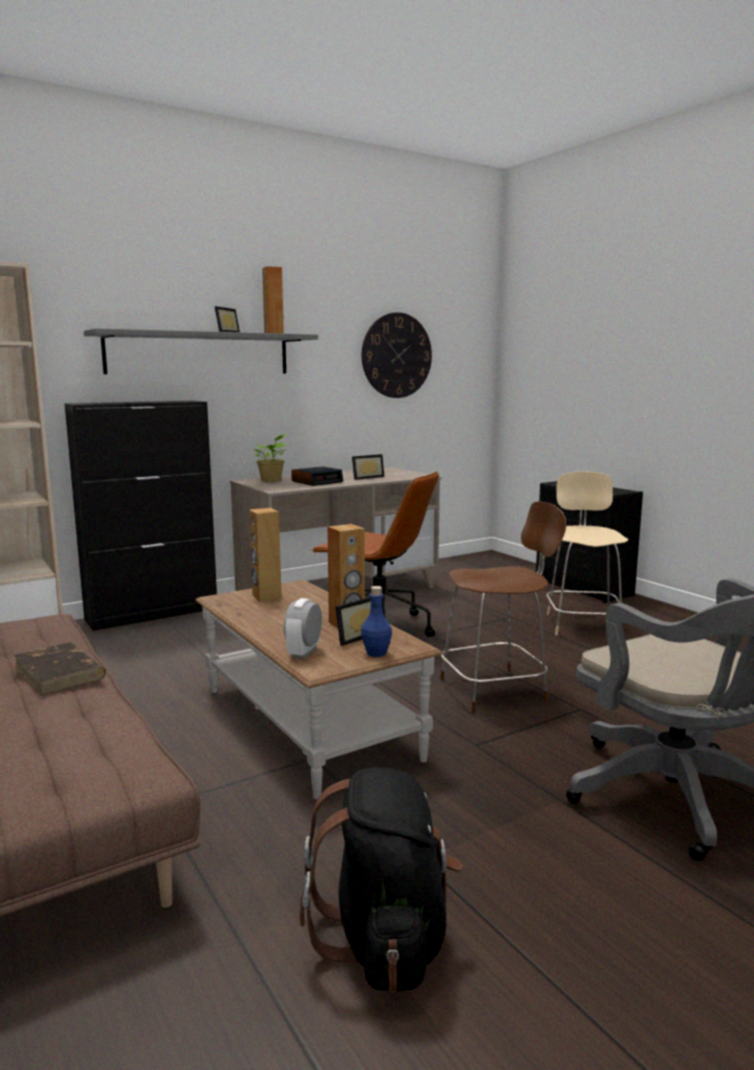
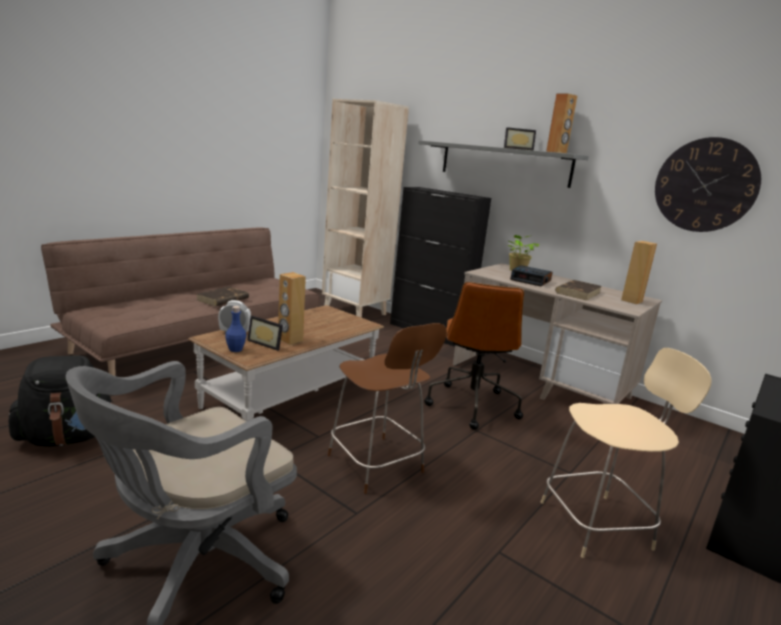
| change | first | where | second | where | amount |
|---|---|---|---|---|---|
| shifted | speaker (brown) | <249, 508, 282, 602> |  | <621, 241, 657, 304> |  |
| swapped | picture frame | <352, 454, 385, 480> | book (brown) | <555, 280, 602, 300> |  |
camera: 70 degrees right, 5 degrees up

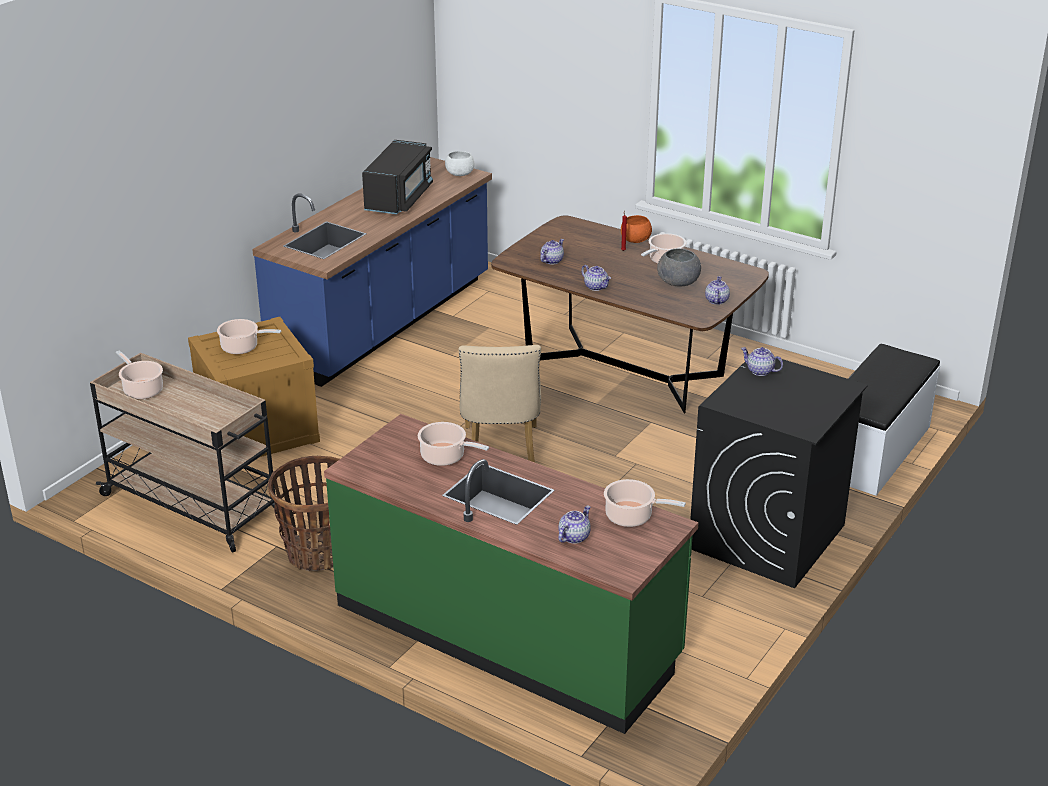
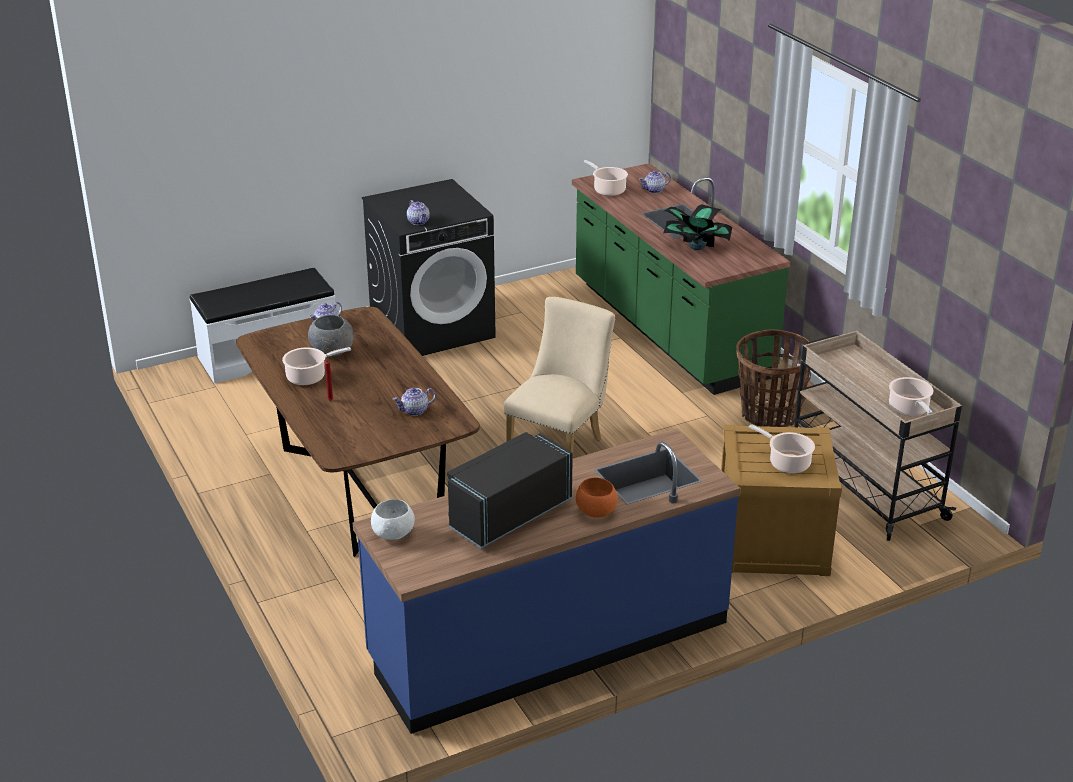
| change | first | where | second | where | amount |
|---|---|---|---|---|---|
| swapped | cooking pot | <418, 422, 489, 466> | potted plant | <663, 204, 732, 250> |  |
| gone | teapot | <581, 265, 611, 291> |  |  |  |
| shifted | bowl (orange) | <621, 215, 652, 243> |  | <576, 477, 618, 517> |  |
camera: 150 degrees left, 0 degrees up

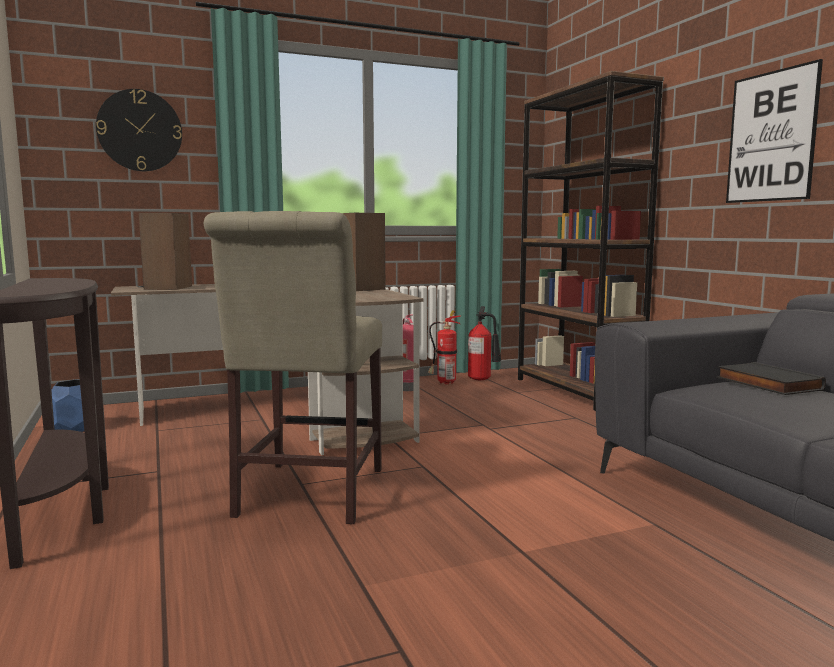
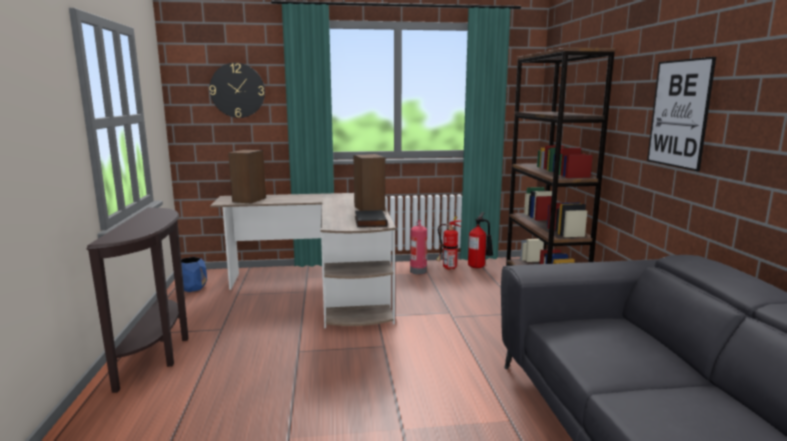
| change | first | where | second | where | amount |
|---|---|---|---|---|---|
| gone | chair (beige) | <204, 211, 382, 524> |  |  |  |
| shifted | book (black) | <716, 362, 826, 395> |  | <355, 210, 388, 227> |  |
camera: 15 degrees right, 5 degrees up

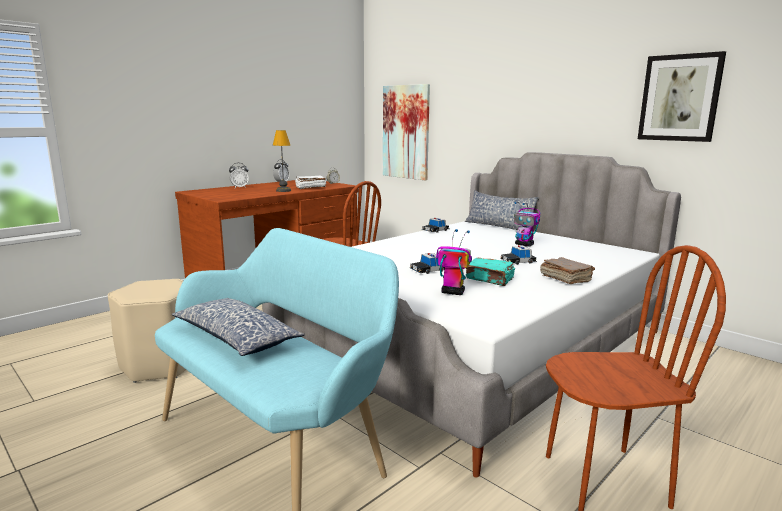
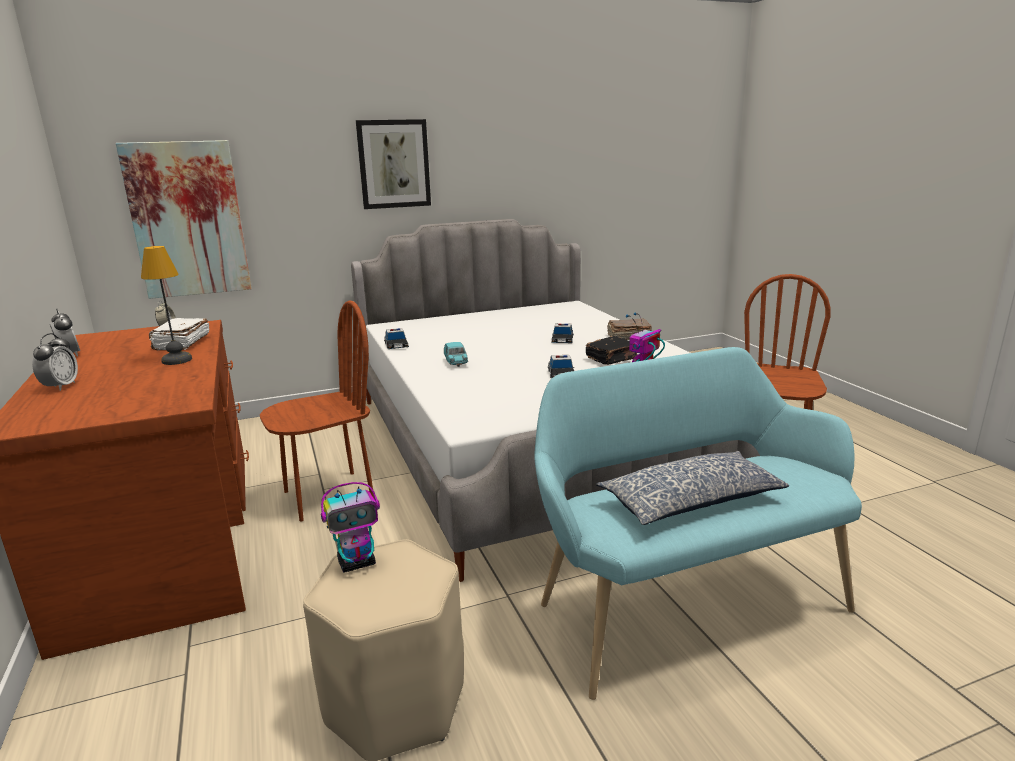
| change | first | where | second | where | amount |
|---|---|---|---|---|---|
| gone | pillow | <465, 190, 539, 230> |  |  |  |
| repainted | book (turquoise) | <466, 258, 515, 286> | book (black) | <586, 336, 638, 365> |  |
| shifted | toy robot | <514, 202, 540, 247> |  | <321, 482, 380, 572> |  |
| shifted | picture | <638, 51, 726, 142> |  | <356, 119, 431, 209> |  |
| new |  |  | toy car (turquoise) | <444, 342, 468, 367> |  |
camera: 65 degrees left, 5 degrees up

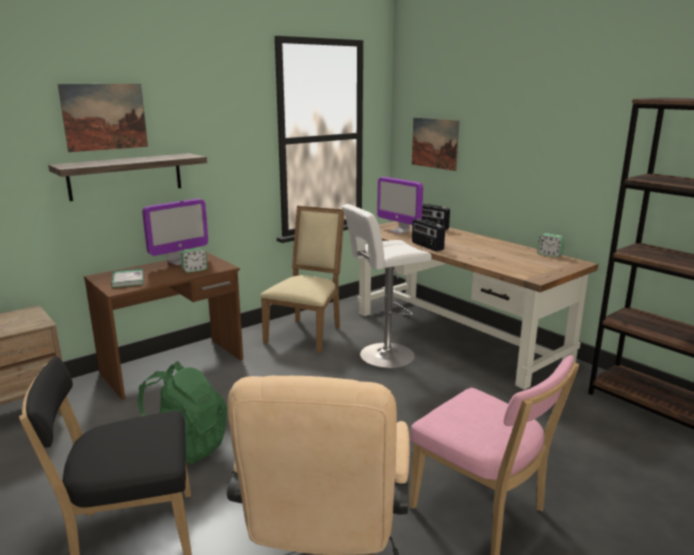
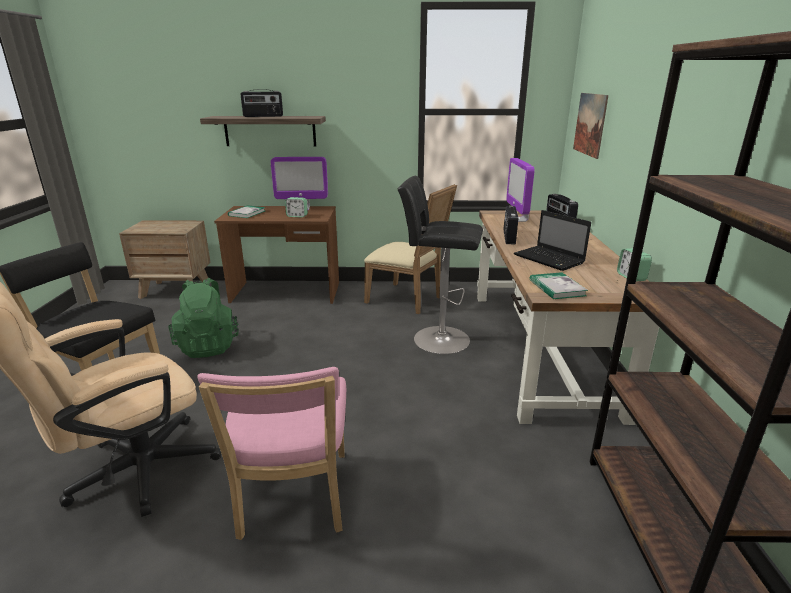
| change | first | where | second | where | amount |
|---|---|---|---|---|---|
| gone | picture | <58, 84, 148, 152> |  |  |  |
| rotated | chair (beige) | <260, 206, 345, 353> |  | <364, 184, 457, 314> | 60 degrees clockwise |
| repainted | stool (white) | <342, 204, 432, 368> | stool (black) | <397, 176, 483, 354> |  |
| new |  |  | radio | <240, 90, 283, 117> |  |
| new |  |  | laptop | <514, 210, 591, 271> |  |
| new |  |  | book | <530, 272, 588, 299> |  |
camera: 40 degrees right, 5 degrees up

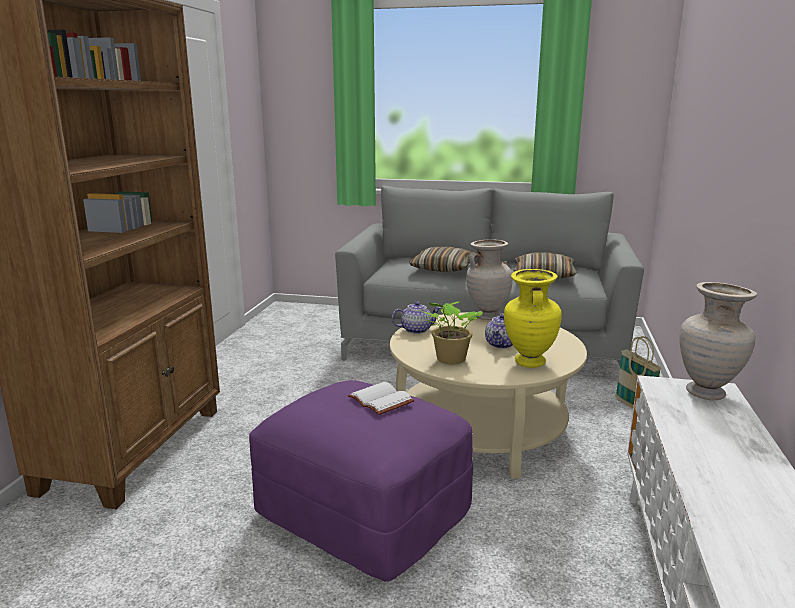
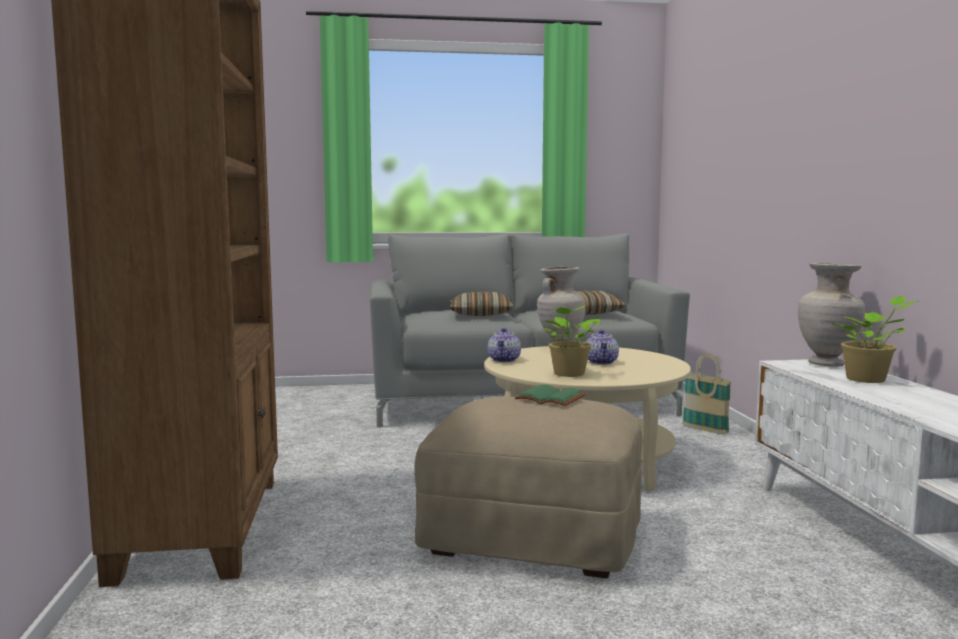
| change | first | where | second | where | amount |
|---|---|---|---|---|---|
| repainted | ottoman (purple) | <249, 380, 473, 582> | ottoman (beige) | <415, 397, 642, 579> |  |
| repainted | book (white) | <348, 382, 415, 415> | book (green) | <515, 385, 585, 406> |  |
| rotated | teapot | <392, 301, 441, 334> |  | <488, 328, 521, 362> | 135 degrees clockwise |
| gone | vase (yellow) | <504, 269, 562, 368> |  |  |  |
| new |  |  | potted plant | <830, 296, 918, 383> |  |
camera: 20 degrees left, 10 degrees down

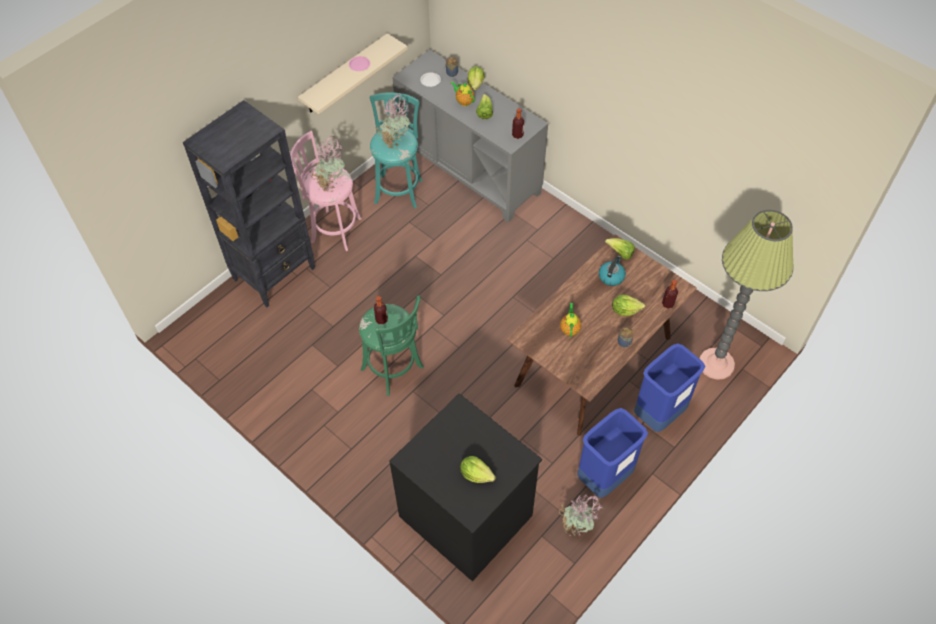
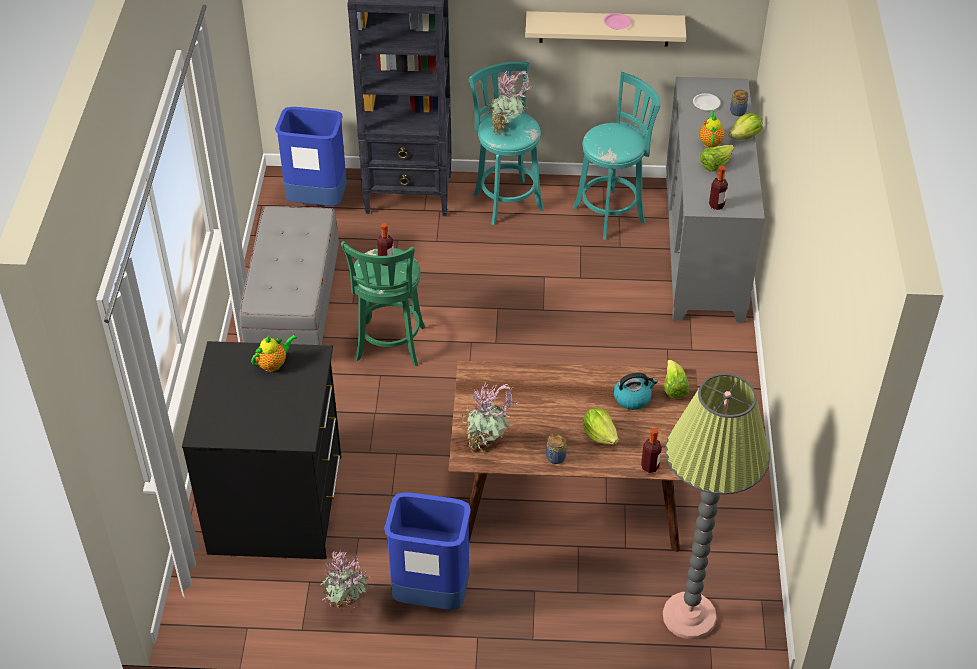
| change | first | where | second | where | amount |
|---|---|---|---|---|---|
| repainted | stool (pink) | <290, 131, 362, 251> | stool (turquoise) | <469, 62, 544, 225> |  |
| shifted | potted plant | <376, 94, 410, 149> |  | <461, 381, 519, 456> |  |
| gone | lettuce | <460, 456, 496, 483> |  |  |  |
| shifted | teapot | <560, 303, 581, 337> |  | <251, 335, 297, 372> |  |
| shifted | trash can (blue) | <634, 343, 705, 432> |  | <275, 107, 347, 206> |  |
| new |  |  | bench (grey) | <239, 206, 339, 345> |  |
camera: 50 degrees right, 10 degrees down

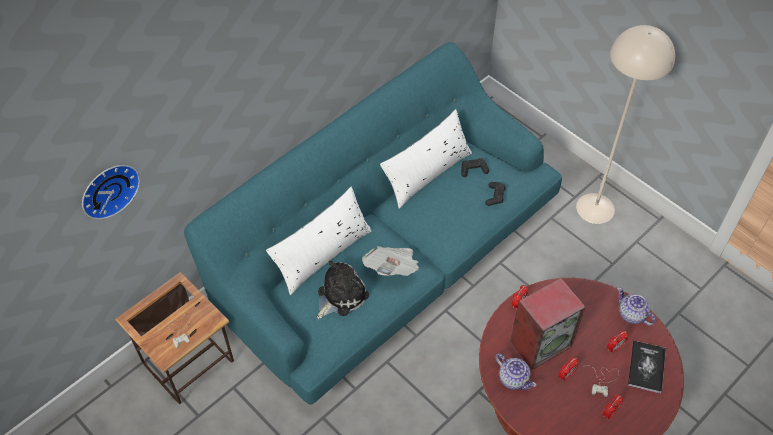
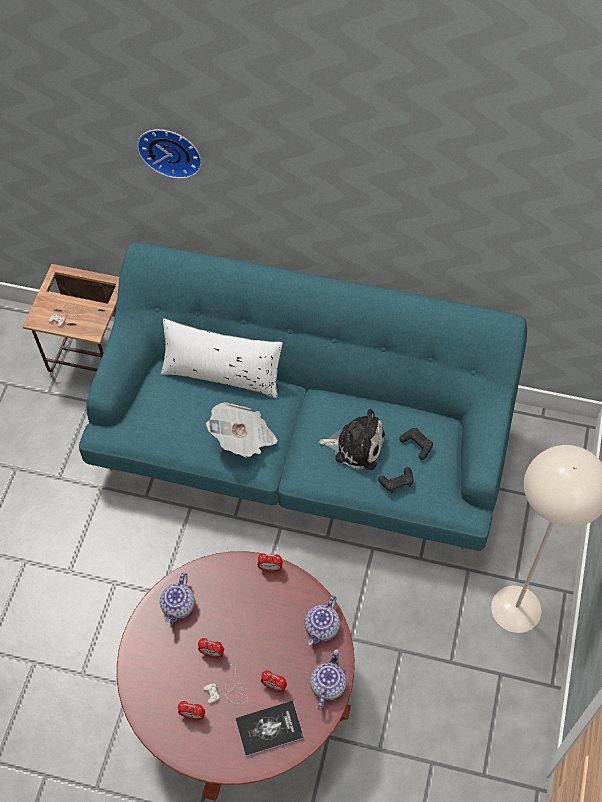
| change | first | where | second | where | amount |
|---|---|---|---|---|---|
| shifted | wall clock | <82, 165, 140, 220> |  | <137, 129, 202, 179> |  |
| shifted | plush toy | <317, 261, 369, 319> |  | <318, 409, 385, 470> |  |
| gone | pillow (white) | <380, 109, 472, 209> |  |  |  |
| gone | speaker | <510, 278, 586, 370> |  |  |  |
| new |  |  | teapot | <305, 595, 340, 645> |  |
camera: 60 degrees right, 5 degrees up

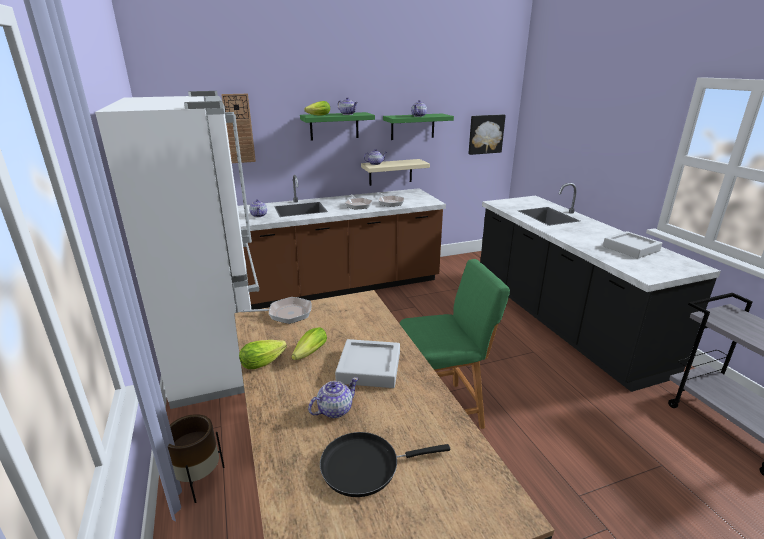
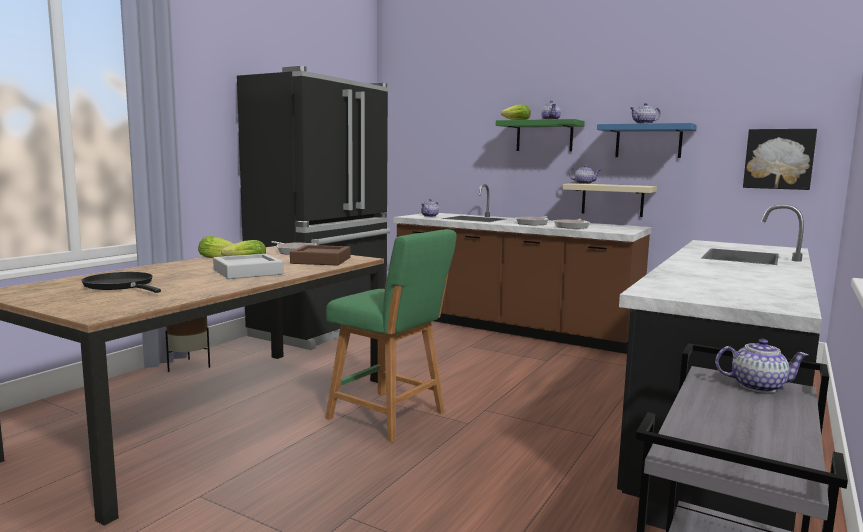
| change | first | where | second | where | amount |
|---|---|---|---|---|---|
| repainted | fridge (white) | <95, 91, 259, 409> | fridge (black) | <237, 66, 391, 350> |  |
| gone | wall clock | <221, 94, 256, 163> |  |  |  |
| shifted | teapot | <308, 377, 359, 418> |  | <715, 339, 808, 393> |  |
| repainted | shelf (green) | <383, 113, 454, 140> | shelf (blue) | <597, 123, 697, 158> |  |
| gone | tray (grey) | <603, 231, 662, 259> |  |  |  |
| new |  |  | tray (brown) | <290, 245, 350, 266> |  |
camera: 50 degrees right, 15 degrees down

